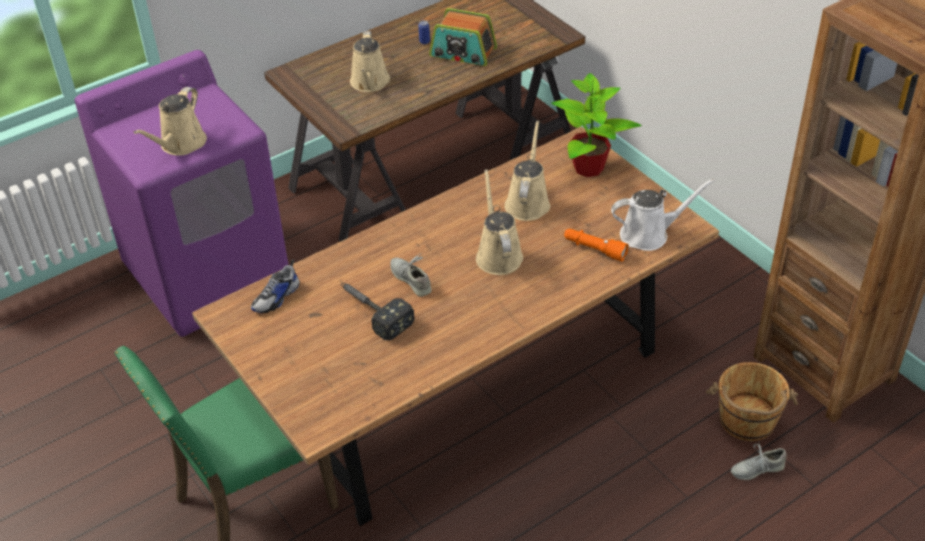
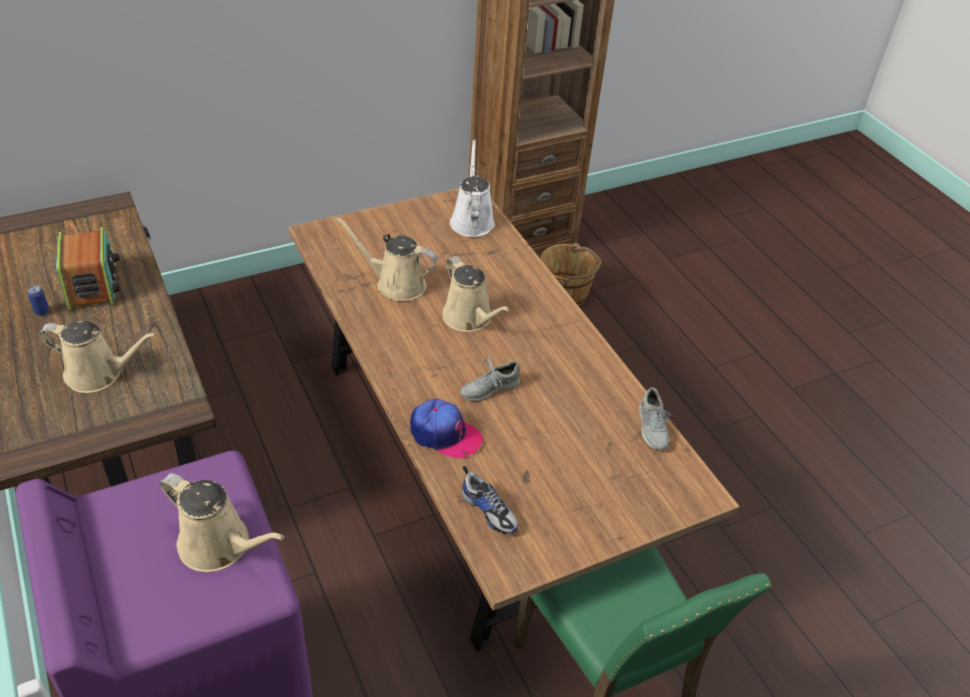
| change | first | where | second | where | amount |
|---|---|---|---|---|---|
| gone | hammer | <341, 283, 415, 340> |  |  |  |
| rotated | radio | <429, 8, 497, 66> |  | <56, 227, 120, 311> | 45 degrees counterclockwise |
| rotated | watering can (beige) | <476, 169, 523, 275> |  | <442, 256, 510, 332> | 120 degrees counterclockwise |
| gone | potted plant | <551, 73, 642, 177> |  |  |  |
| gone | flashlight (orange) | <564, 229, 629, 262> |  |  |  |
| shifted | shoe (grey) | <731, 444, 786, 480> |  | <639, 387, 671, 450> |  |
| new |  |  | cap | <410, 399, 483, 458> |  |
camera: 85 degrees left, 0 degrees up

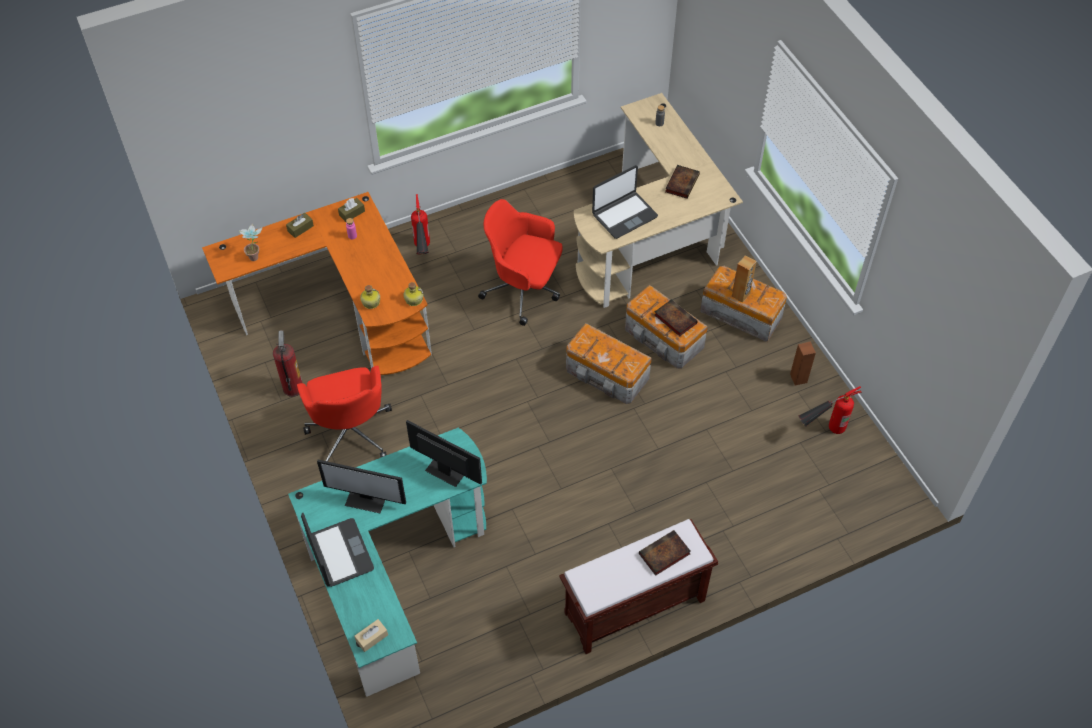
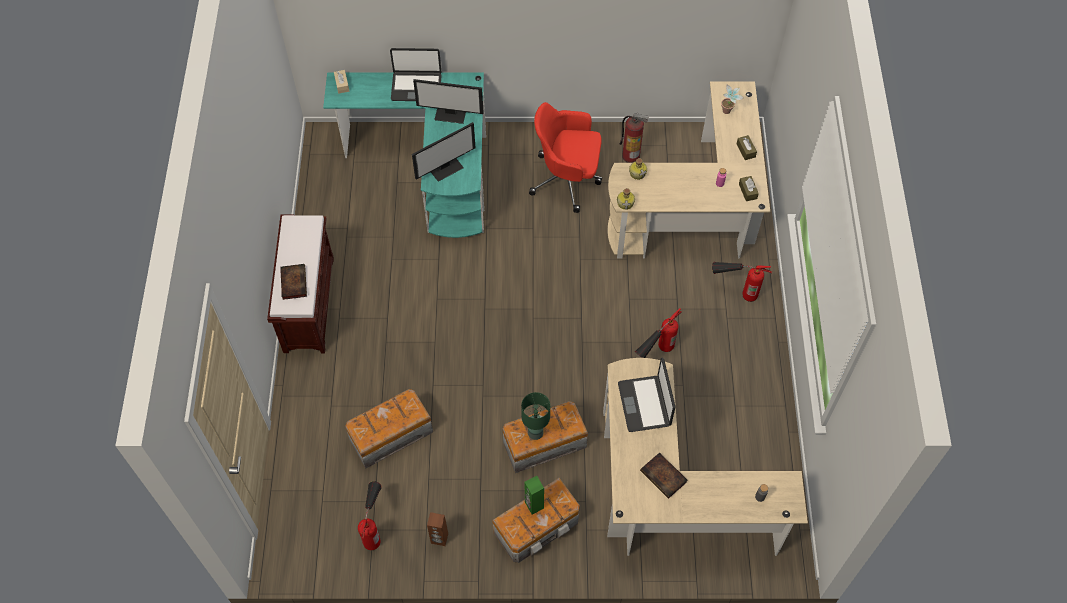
| change | first | where | second | where | amount |
|---|---|---|---|---|---|
| repainted | desk (orange) | <202, 192, 432, 375> | desk (beige) | <608, 82, 770, 259> |  |
| rotated | monitor | <317, 460, 406, 513> |  | <413, 79, 484, 124> | 120 degrees counterclockwise |
| swapped | office chair (red) | <478, 199, 563, 326> | fire extinguisher | <635, 308, 682, 358> |  |
| shifted | storage box | <566, 323, 652, 404> |  | <345, 389, 433, 469> |  |
| swapped | book | <655, 299, 698, 337> | table lamp (green) | <521, 392, 550, 440> |  |
| repainted | speaker (brown) | <732, 255, 757, 303> | speaker (green) | <525, 476, 544, 514> |  |
camera: 115 degrees right, 5 degrees up

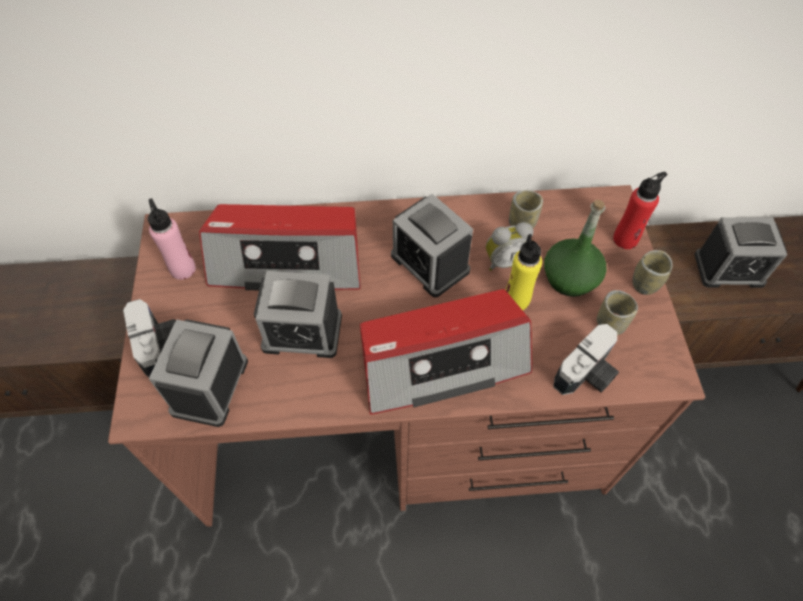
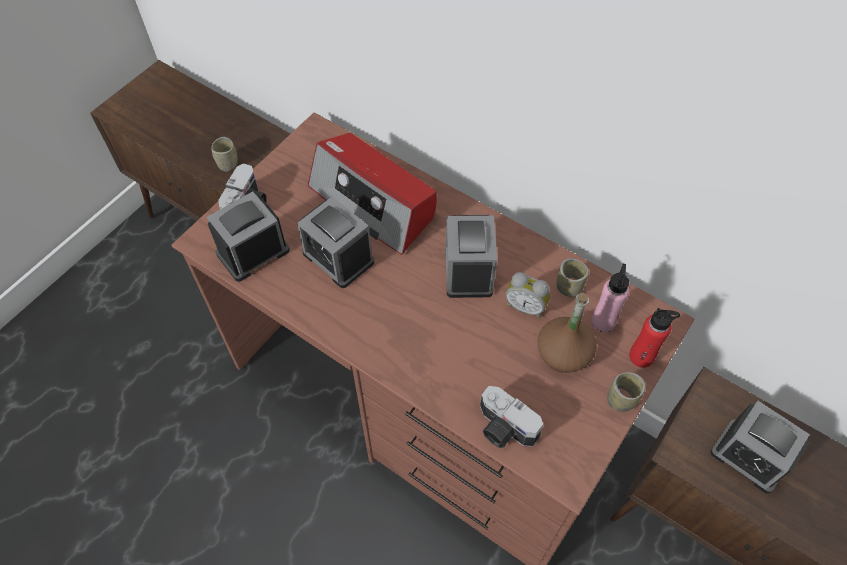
| change | first | where | second | where | amount |
|---|---|---|---|---|---|
| shifted | bottle (pink) | <148, 198, 196, 280> |  | <591, 264, 629, 333> |  |
| gone | radio | <360, 289, 532, 415> |  |  |  |
| gone | bottle (yellow) | <506, 234, 542, 310> |  |  |  |
| repainted | bottle (green) | <544, 200, 607, 297> | bottle (brown) | <538, 293, 597, 373> |  |
| rotated | photo camera | <553, 324, 619, 395> |  | <480, 386, 543, 448> | 45 degrees clockwise |
| shifted | cup | <597, 290, 638, 335> |  | <211, 137, 238, 172> |  |
camera: 40 degrees right, 0 degrees up

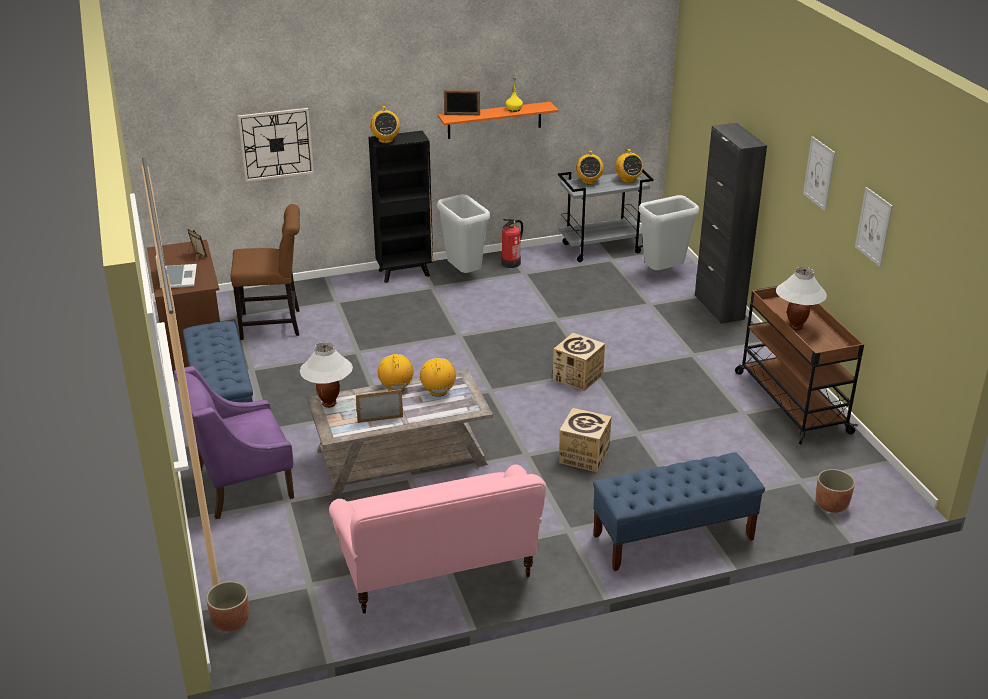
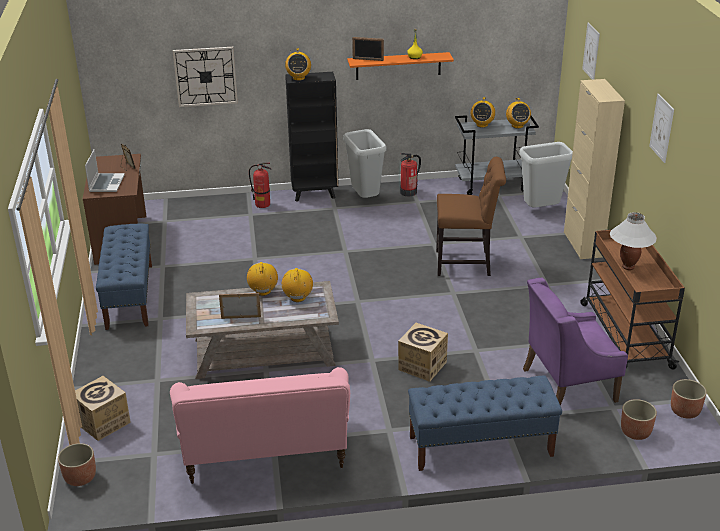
| change | first | where | second | where | amount |
|---|---|---|---|---|---|
| shifted | armchair (purple) | <174, 366, 294, 519> |  | <523, 278, 628, 405> |  |
| shifted | chair (brown) | <231, 204, 300, 340> |  | <436, 157, 506, 276> |  |
| gone | table lamp (white) | <300, 342, 353, 408> |  |  |  |
| shifted | cardboard box | <553, 333, 605, 391> |  | <75, 376, 131, 441> |  |
| repainted | cabinet (black) | <695, 123, 767, 324> | cabinet (beige) | <564, 79, 625, 259> |  |
| shifted | picture | <855, 187, 893, 267> |  | <582, 22, 600, 80> |  |
| new |  |  | fire extinguisher | <249, 162, 271, 208> |  |
| new |  |  | planter | <671, 379, 707, 419> |  |
camera: 10 degrees right, 0 degrees up

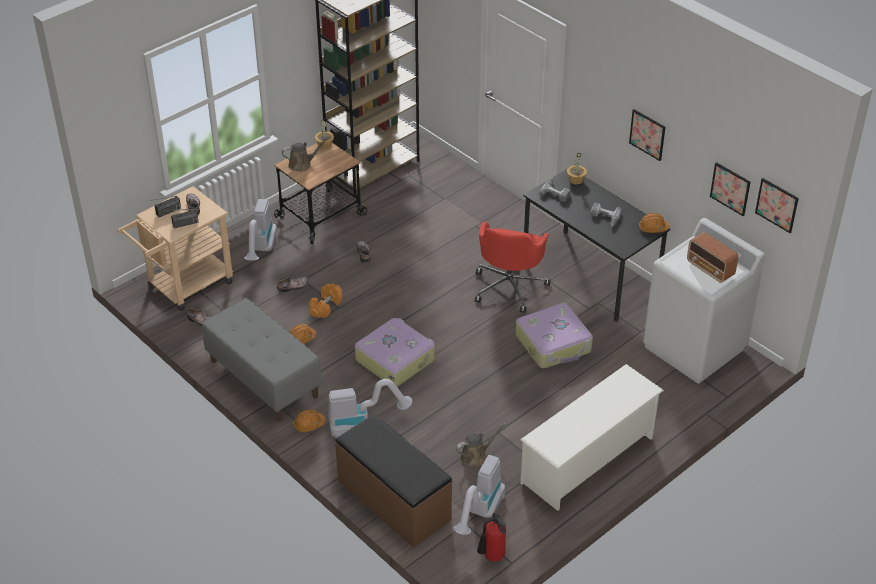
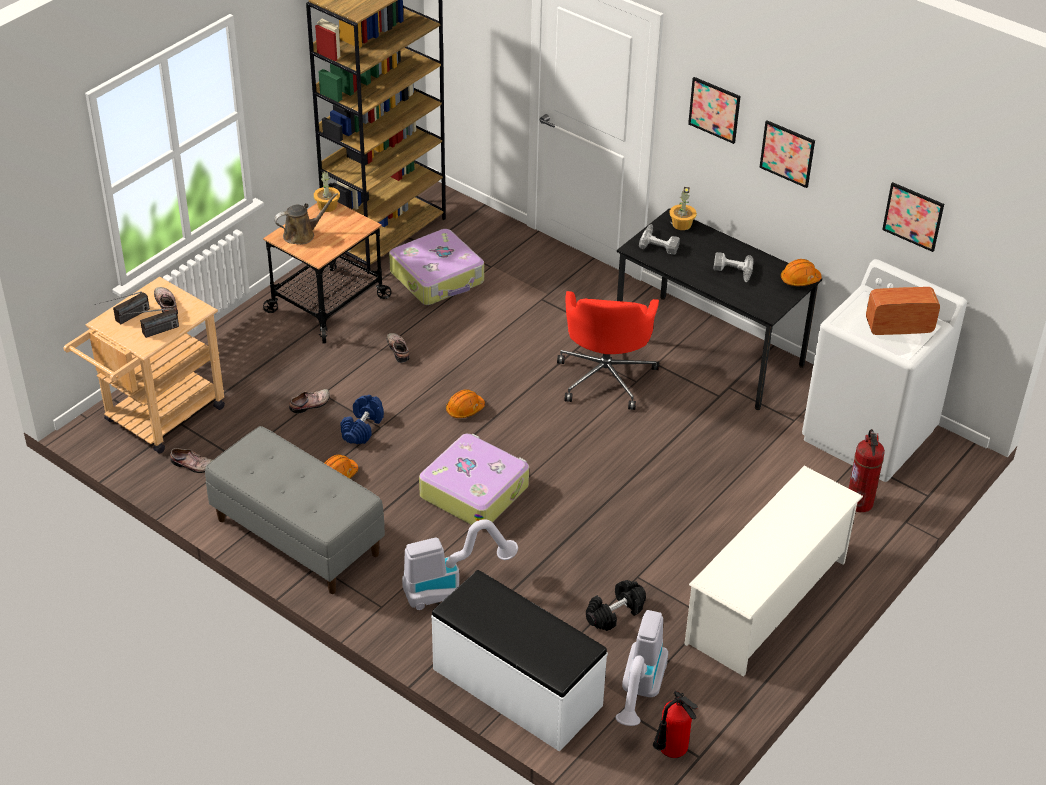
| change | first | where | second | where | amount |
|---|---|---|---|---|---|
| gone | vacuum cleaner | <244, 199, 277, 261> |  |  |  |
| shifted | hard hat (orange) | <293, 409, 325, 432> |  | <446, 389, 485, 418> |  |
| repainted | dumbbell (orange) | <309, 283, 342, 318> | dumbbell (blue) | <340, 395, 384, 444> |  |
| repainted | bench (brown) | <335, 414, 453, 548> | bench (white) | <431, 570, 608, 752> |  |
| swapped | watering can (brown) | <456, 422, 507, 467> | dumbbell (black) | <586, 580, 646, 631> |  |
| shifted | suitcase | <516, 303, 593, 368> |  | <389, 229, 484, 305> |  |
| rotated | radio | <687, 232, 738, 283> |  | <866, 287, 940, 335> | 135 degrees clockwise |
| shifted | picture | <755, 178, 799, 233> |  | <688, 77, 741, 144> |  |
| new |  |  | fire extinguisher | <849, 429, 885, 513> |  |
camera: 10 degrees left, 0 degrees up

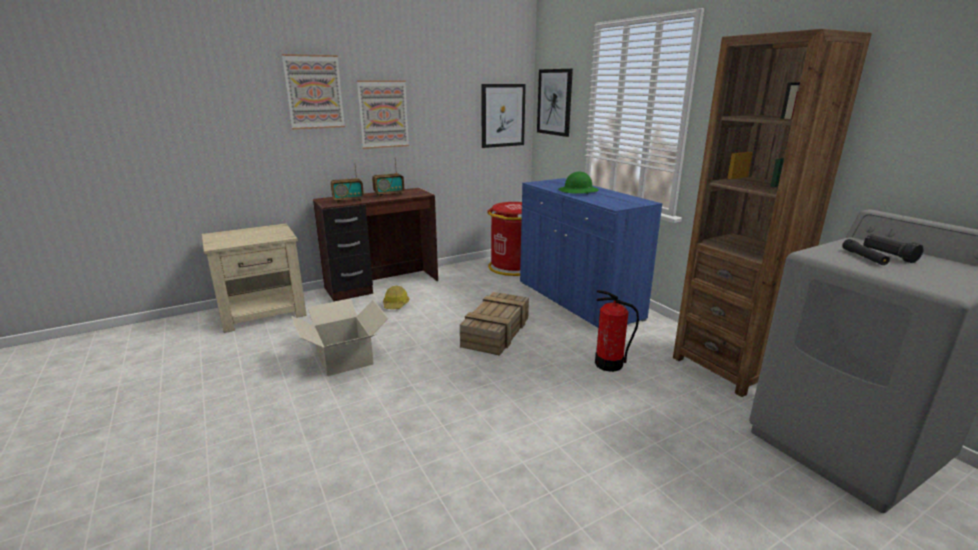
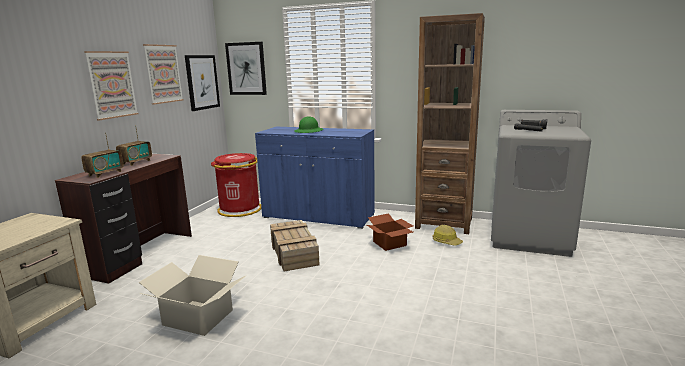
| change | first | where | second | where | amount |
|---|---|---|---|---|---|
| shifted | picture | <282, 54, 345, 129> |  | <143, 44, 184, 105> |  |
| shifted | hard hat | <383, 286, 410, 309> |  | <433, 225, 463, 245> |  |
| swapped | fire extinguisher | <595, 290, 639, 372> | cardboard box | <367, 213, 413, 251> |  |
camera: 40 degrees left, 5 degrees down

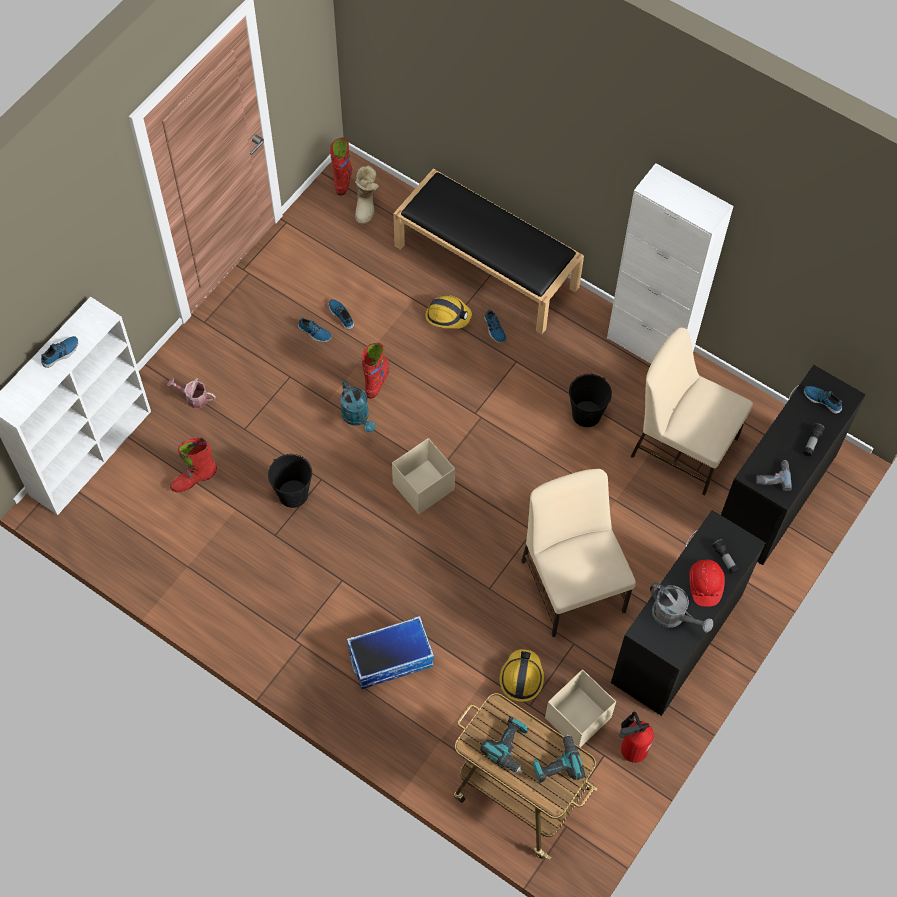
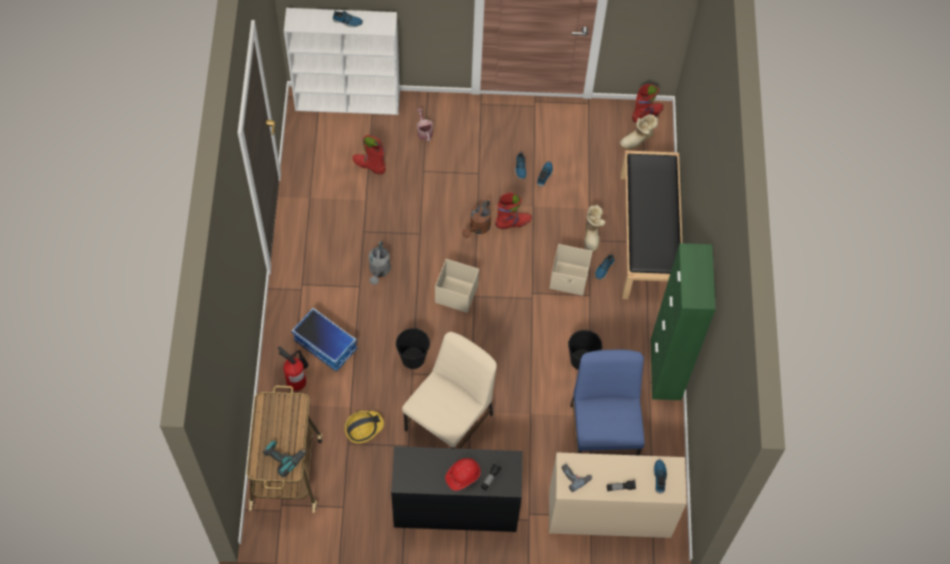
| change | first | where | second | where | amount |
|---|---|---|---|---|---|
| shifted | bucket (black) | <268, 454, 312, 508> |  | <396, 327, 430, 369> |  |
| repainted | watering can (turquoise) | <340, 381, 376, 433> | watering can (brown) | <462, 200, 491, 238> |  |
| swapped | hard hat | <426, 295, 472, 329> | boot | <584, 205, 606, 252> |  |
| gone | power drill | <480, 717, 528, 773> |  |  |  |
| shifted | storage box (beige) | <545, 670, 616, 747> |  | <550, 244, 592, 296> |  |
| repainted | cabinet (white) | <607, 163, 733, 364> | cabinet (green) | <650, 243, 716, 400> |  |
| shifted | fire extinguisher | <619, 711, 654, 763> |  | <278, 346, 308, 391> |  |
| repainted | chair (beige) | <631, 328, 753, 496> | chair (blue) | <570, 350, 645, 455> |  |
| shifted | watering can (grey) | <650, 583, 713, 632> |  | <368, 241, 391, 285> |  |
| repainted | desk (black) | <721, 365, 866, 565> | desk (beige) | <549, 452, 687, 538> |  |
camera: 55 degrees right, 0 degrees up

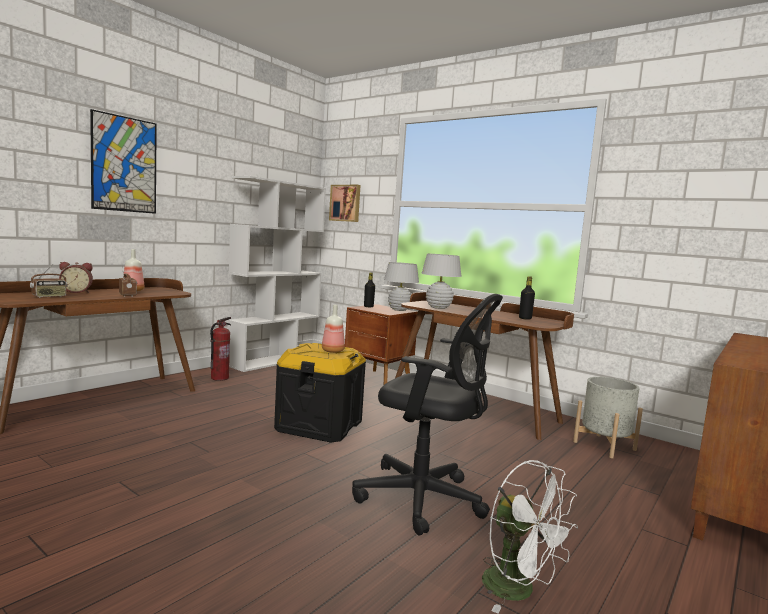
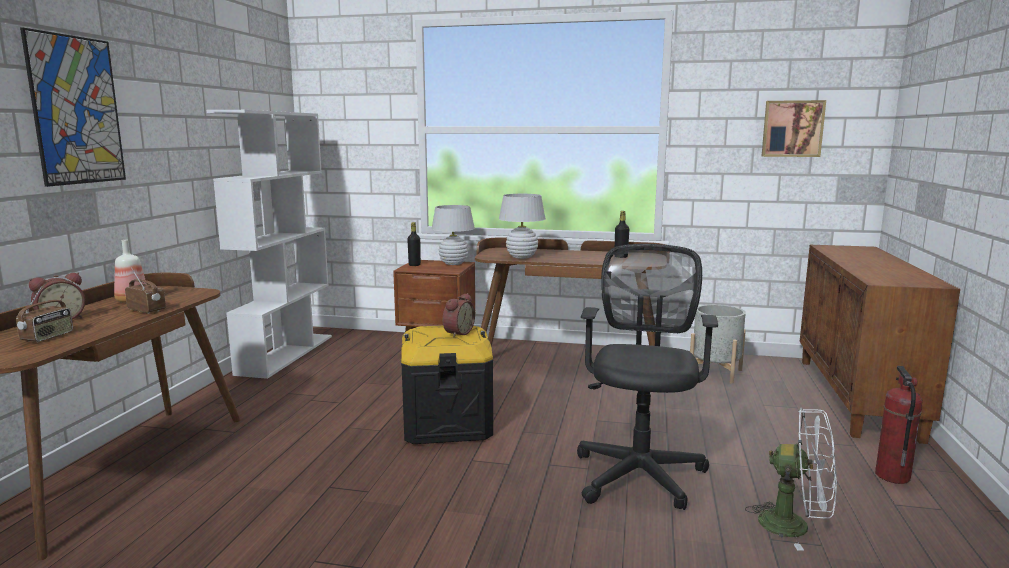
| change | first | where | second | where | amount |
|---|---|---|---|---|---|
| shifted | fire extinguisher | <210, 317, 231, 381> |  | <875, 366, 923, 484> |  |
| swapped | bottle | <322, 305, 345, 353> | alarm clock | <443, 293, 475, 338> |  |
| shifted | picture | <329, 185, 361, 222> |  | <762, 100, 826, 157> |  |
| rotated | office chair (black) | <352, 294, 503, 536> |  | <577, 244, 718, 510> | 75 degrees counterclockwise |
camera: 25 degrees left, 5 degrees up

